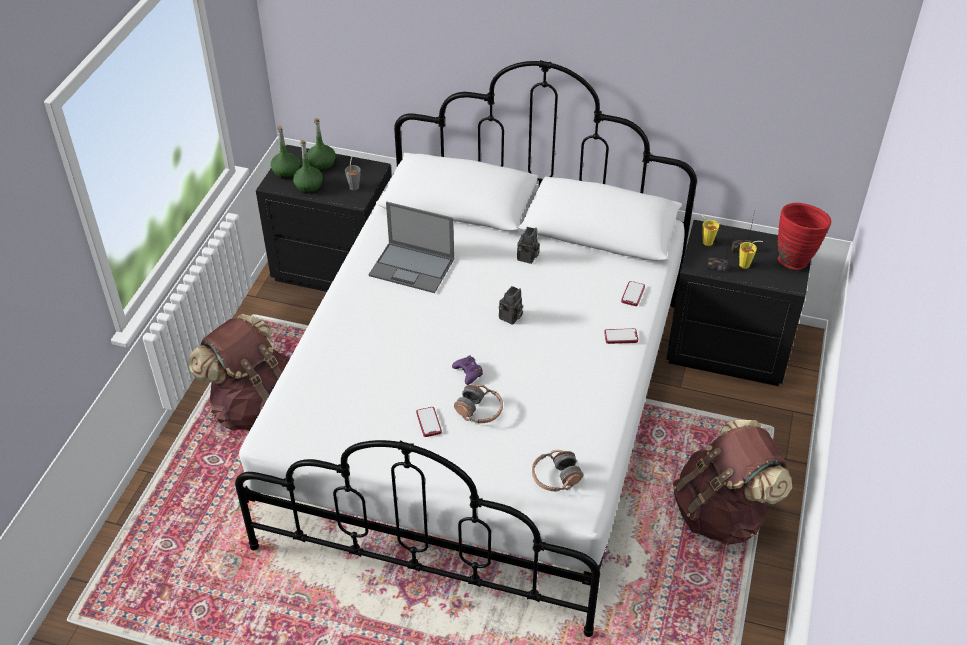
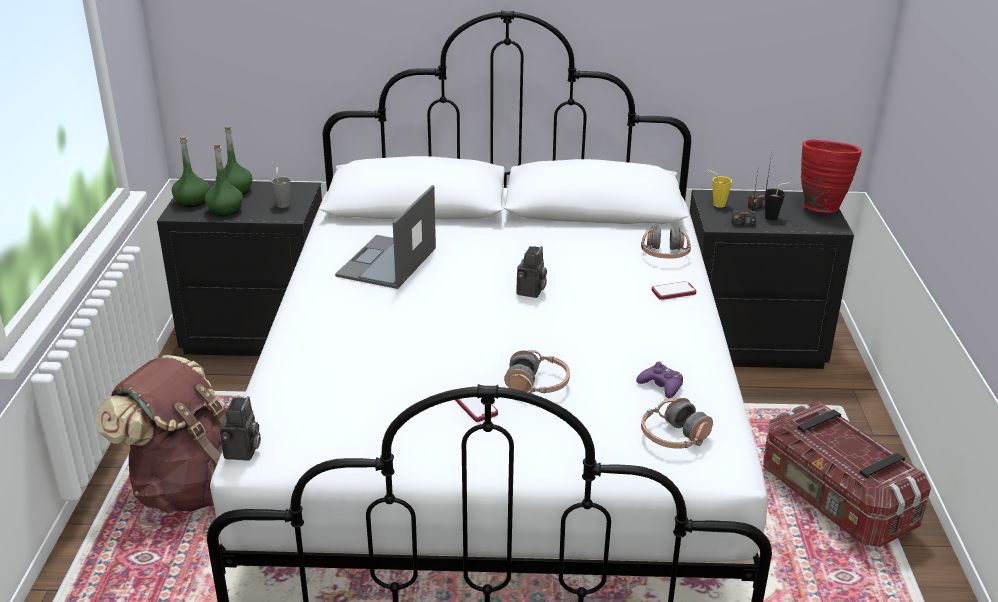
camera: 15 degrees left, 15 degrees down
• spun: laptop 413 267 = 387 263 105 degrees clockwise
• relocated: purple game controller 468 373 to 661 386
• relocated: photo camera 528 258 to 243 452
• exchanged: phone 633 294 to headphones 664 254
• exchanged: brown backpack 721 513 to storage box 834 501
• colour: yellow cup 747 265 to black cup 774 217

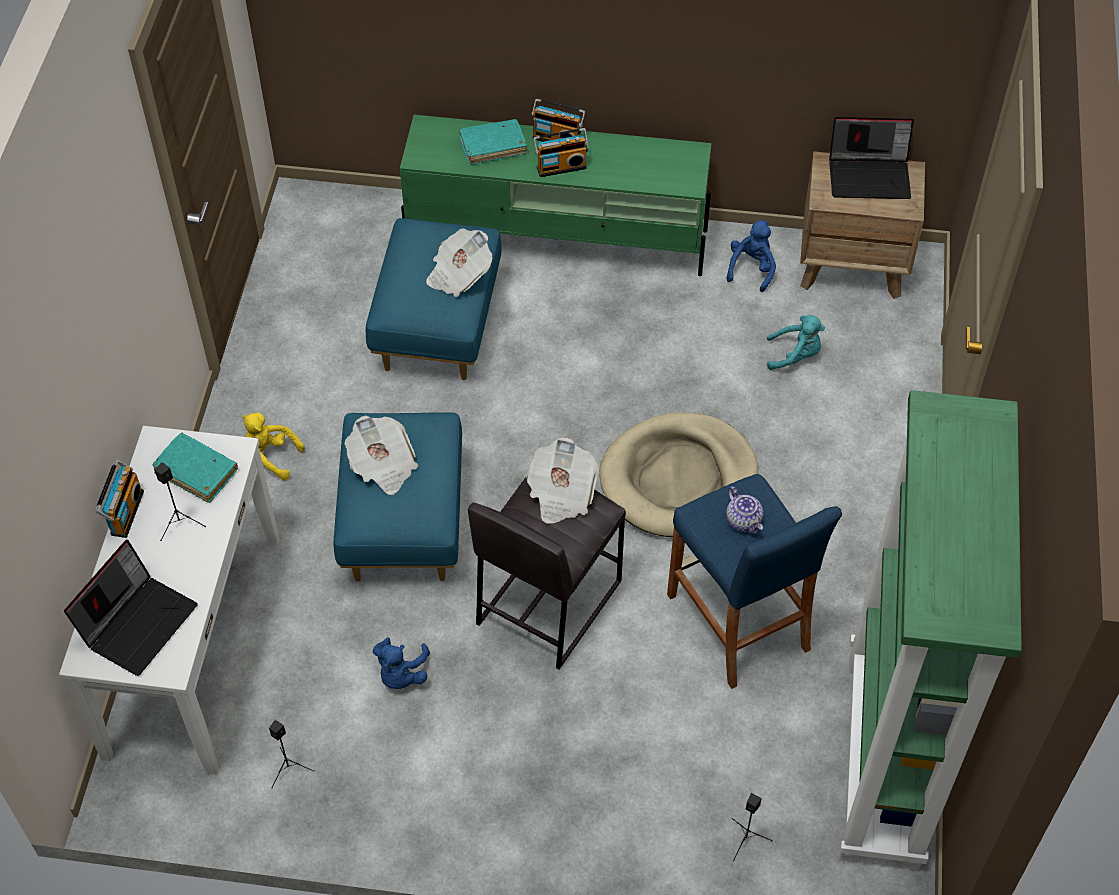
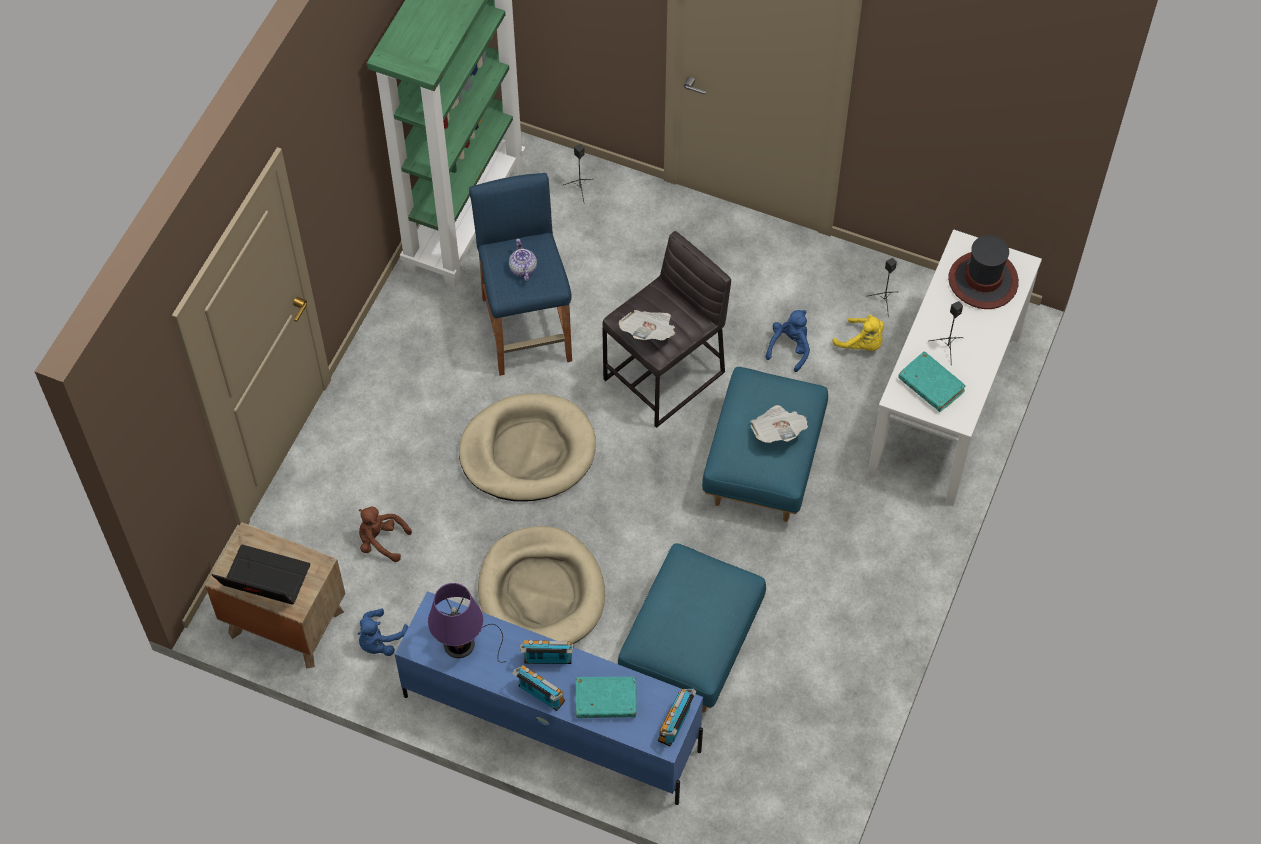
camera: 165 degrees left, 5 degrees up
• exchanged: laptop 138 622 to hat 983 281
• relocated: radio 124 512 to 676 724
• relocated: yellow plush toy 269 458 to 862 344
• colour: green tv stand 558 238 to blue tv stand 550 722
• missing: newspaper 459 274
• colour: turquoise plush toy 795 355 to brown plush toy 381 541
• appeared: purple table lamp 463 643
• appeared: beige dog bed 541 592

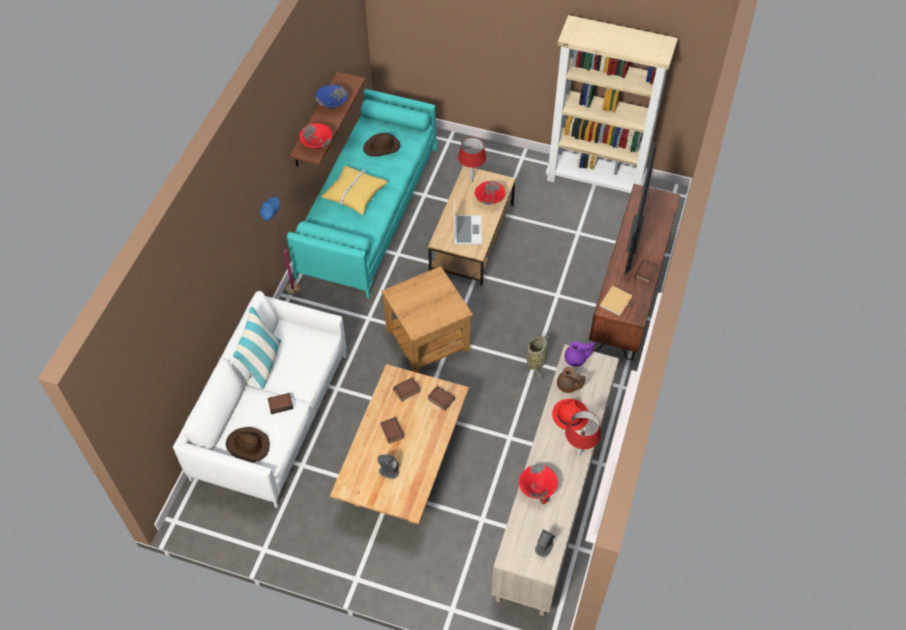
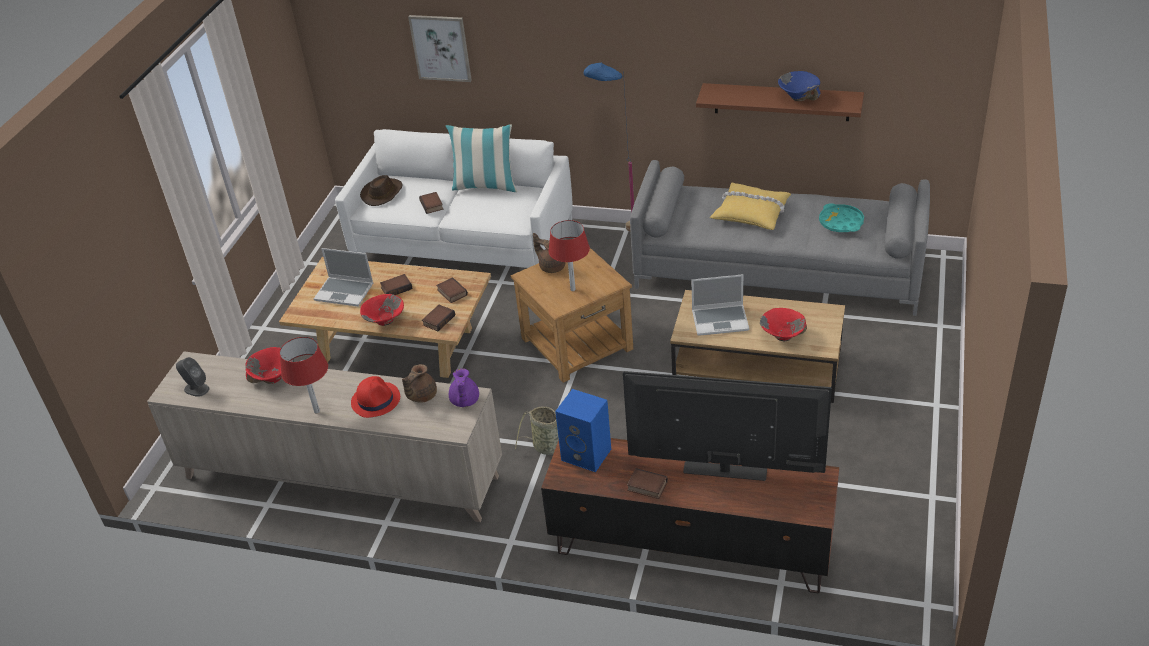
camera: 90 degrees right, 15 degrees down
• colour: turquoise sofa 369 211 to grey sofa 778 270
• relocated: red bowl 316 145 to 385 321
• exchanged: brown hat 382 147 to turquoise tray 841 222
• exchanged: grey speaker 388 471 to laptop 345 292
• relocated: red table lamp 471 180 to 573 289
• missing: beige bookcase 596 180
• exchanged: beige book 616 301 to blue speaker 587 454
• appeared: picture 441 48
• appeared: brown teapot 551 266

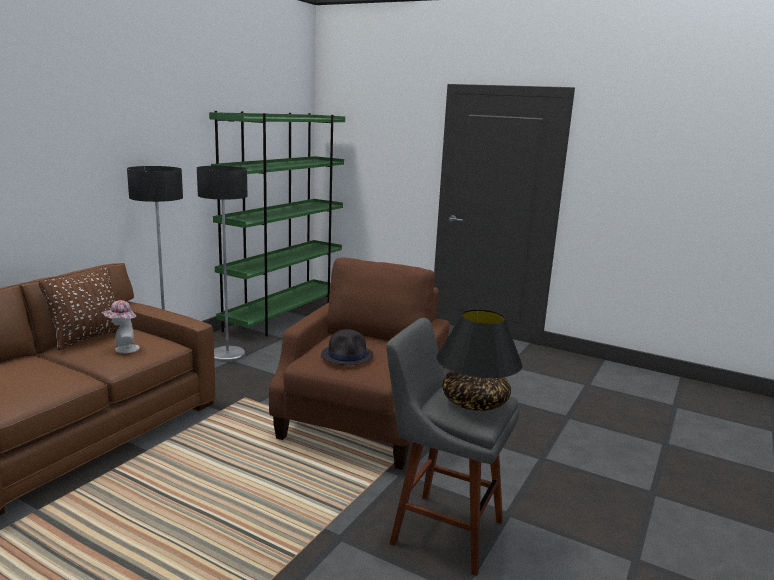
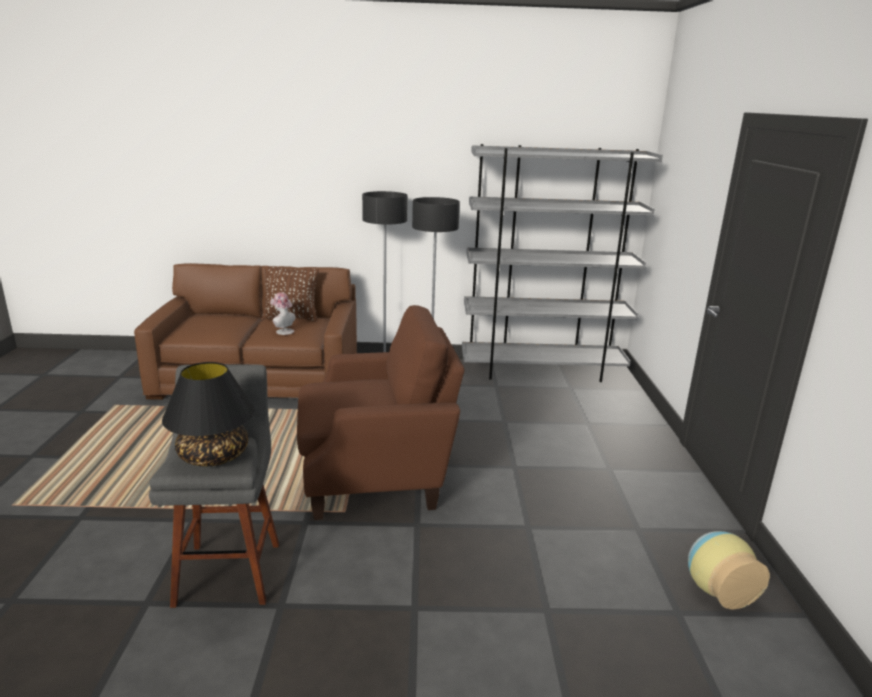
camera: 60 degrees right, 5 degrees up
• colour: green bookcase 284 317 to grey bookcase 542 371
• missing: black hat 347 355
• appeared: vase 717 590

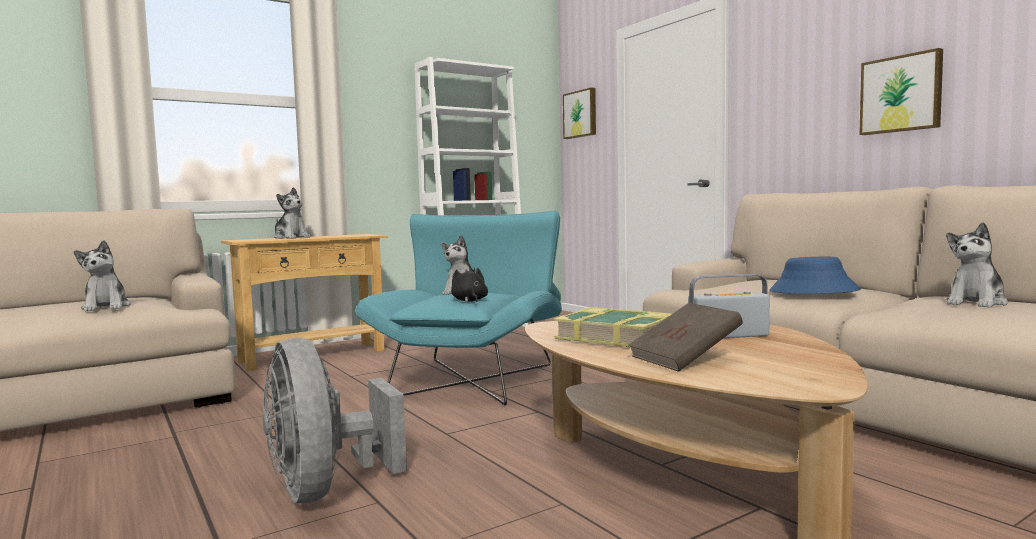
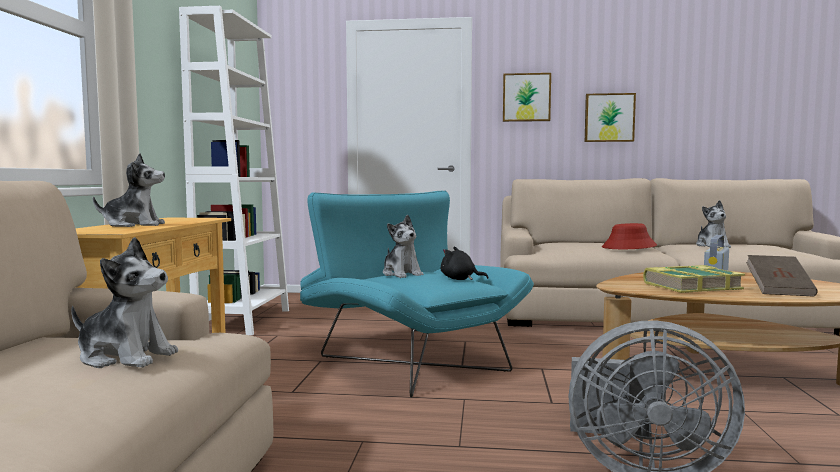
camera: 50 degrees left, 0 degrees up
• relocated: picture 581 114 to 526 97
• colour: blue hat 813 291 to red hat 629 247

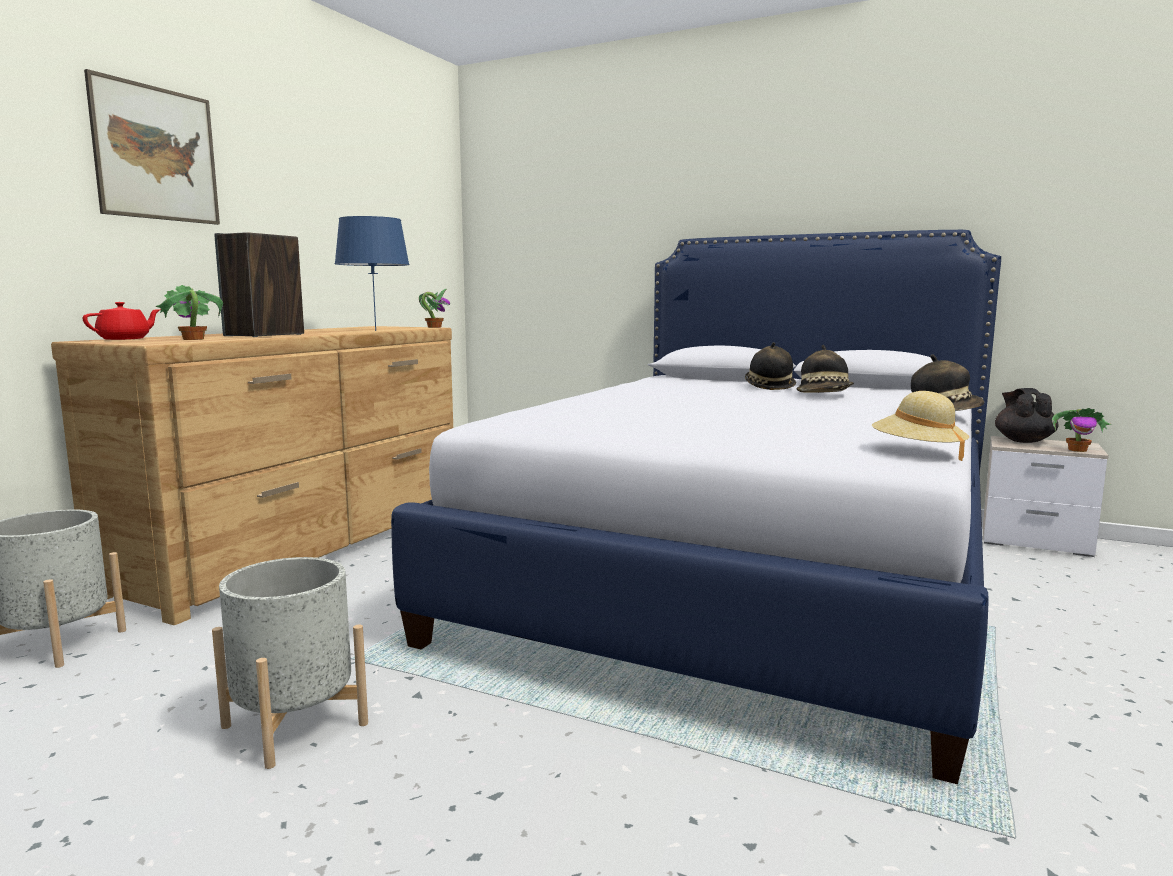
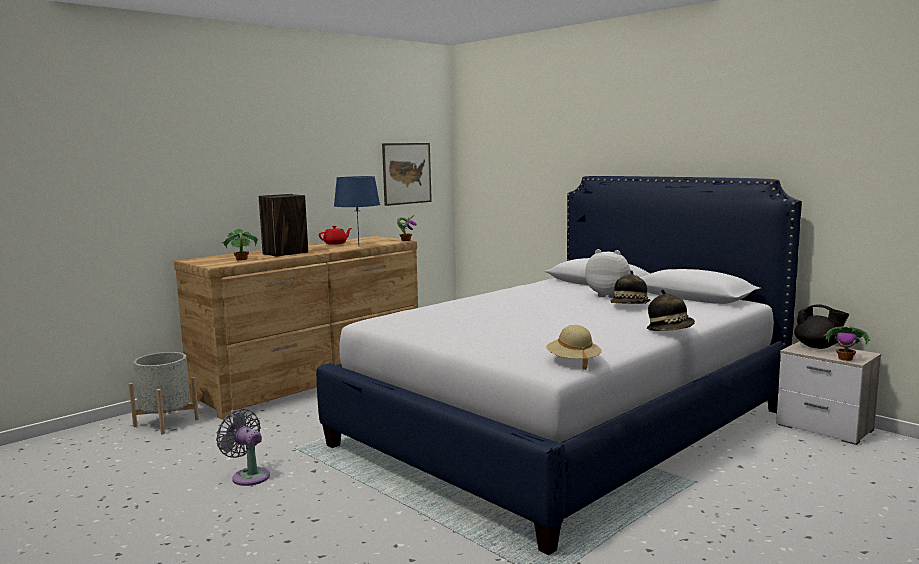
camera: 20 degrees right, 0 degrees up
• relocated: red teapot 125 339 to 335 243
• relocated: picture 156 154 to 407 173
• exchanged: grey planter 295 725 to grey fan 248 476
• exchanged: hat 769 387 to plush toy 609 295
• spun: black teapot 1023 441 = 818 347 105 degrees clockwise

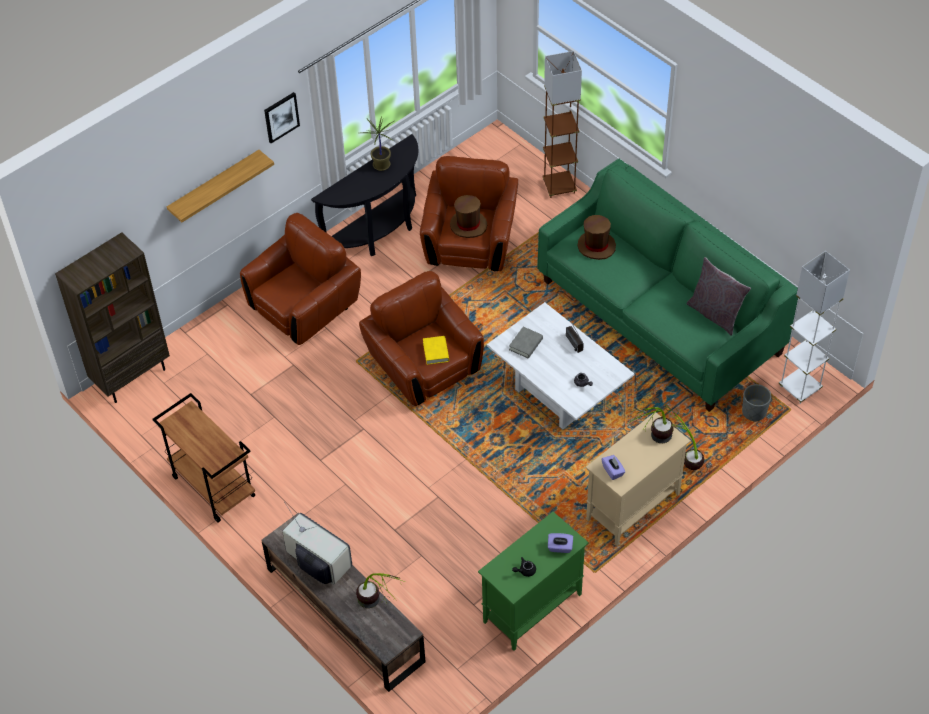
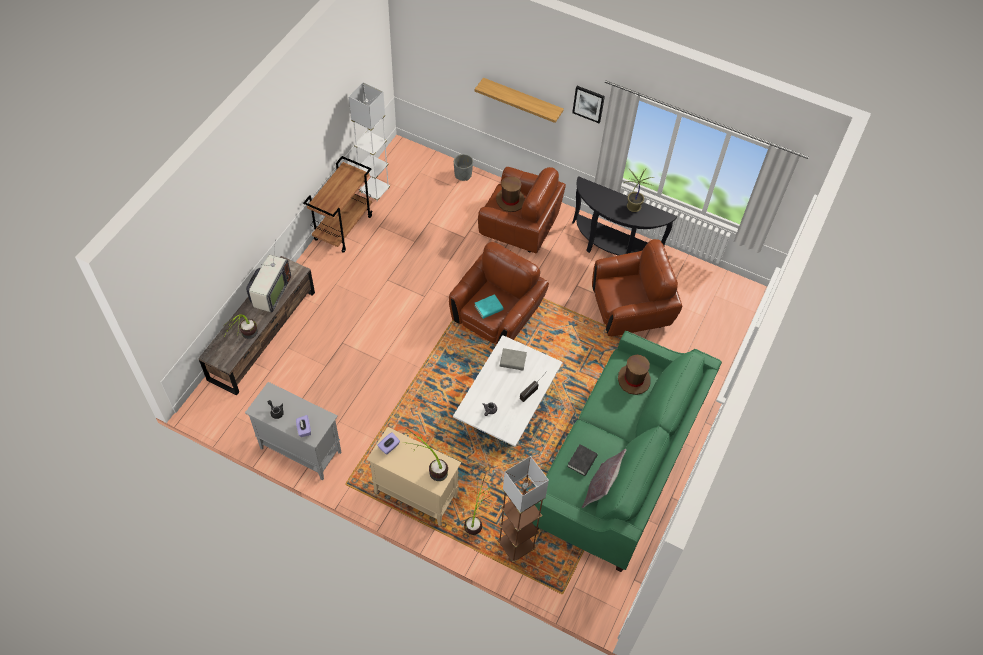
camera: 65 degrees right, 5 degrees up
• missing: brown bookcase 132 377
• colour: yellow book 436 352 to turquoise book 488 308
• relocated: brown hat 468 225 to 510 200
• colour: green cabinet 532 609 to grey cabinet 300 450
• relocated: brown floor lamp 559 187 to 516 545
• relocated: grey planter 754 412 to 463 175
• relocated: white floor lamp 800 388 to 374 191
• appeared: black book 582 461

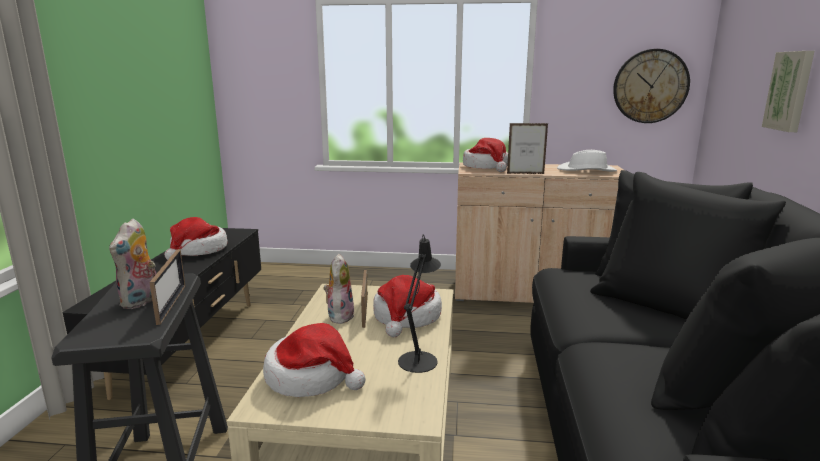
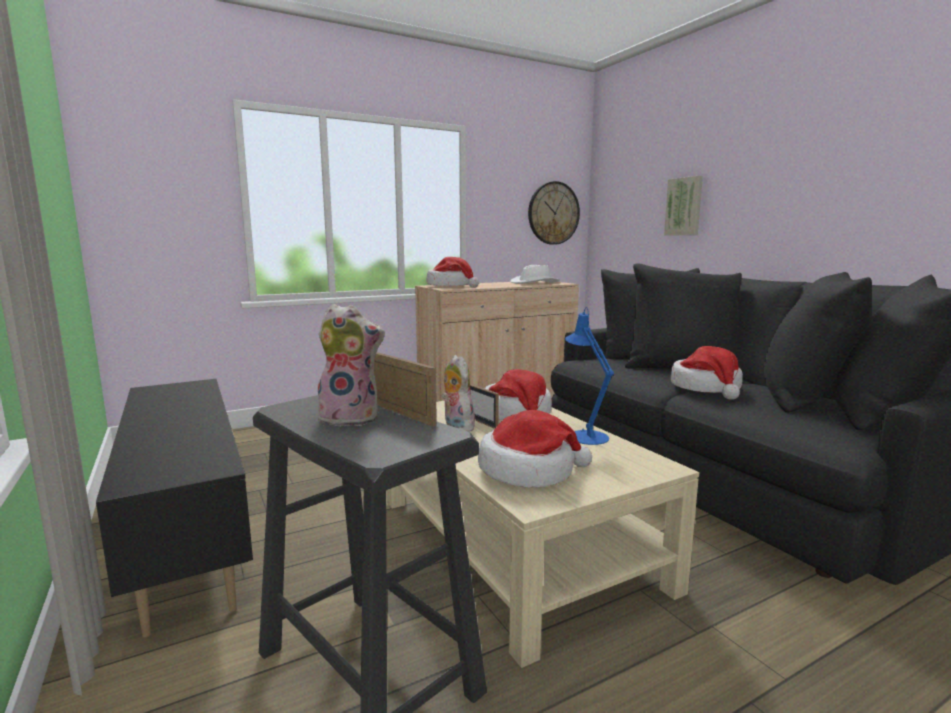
camera: 35 degrees left, 5 degrees down
• spun: plush toy 142 301 = 352 418 60 degrees counterclockwise
• relocated: hat 198 250 to 706 388
• colour: black table lamp 419 358 to blue table lamp 585 435
• missing: picture frame 525 174

